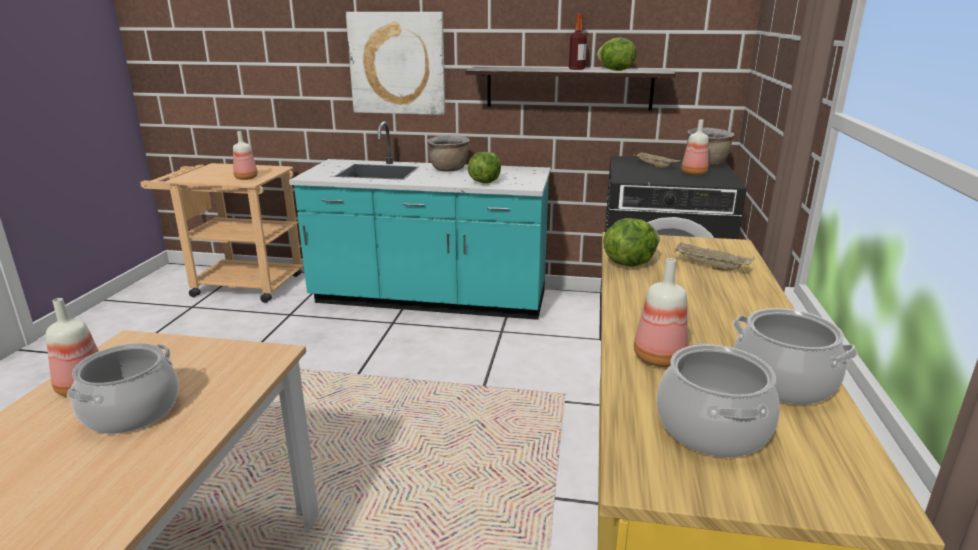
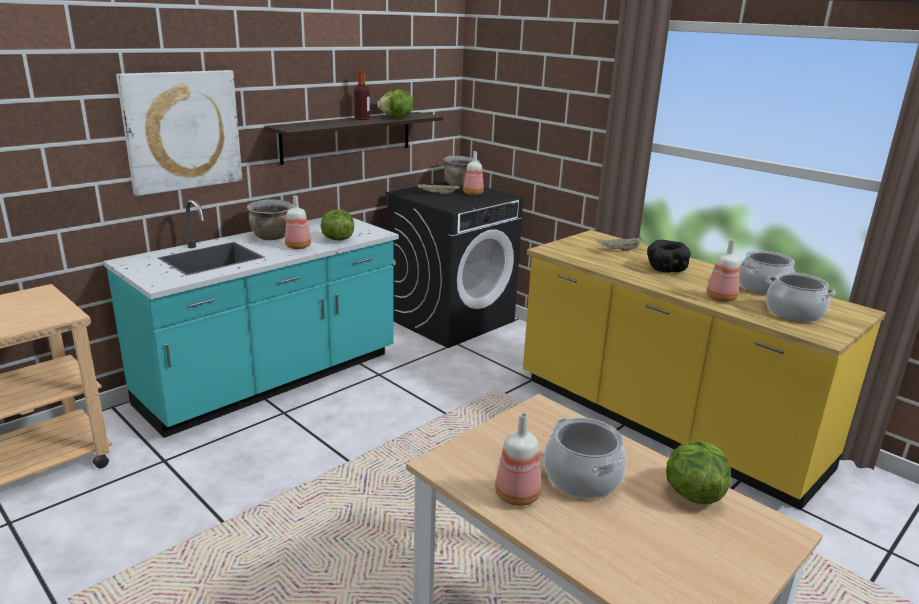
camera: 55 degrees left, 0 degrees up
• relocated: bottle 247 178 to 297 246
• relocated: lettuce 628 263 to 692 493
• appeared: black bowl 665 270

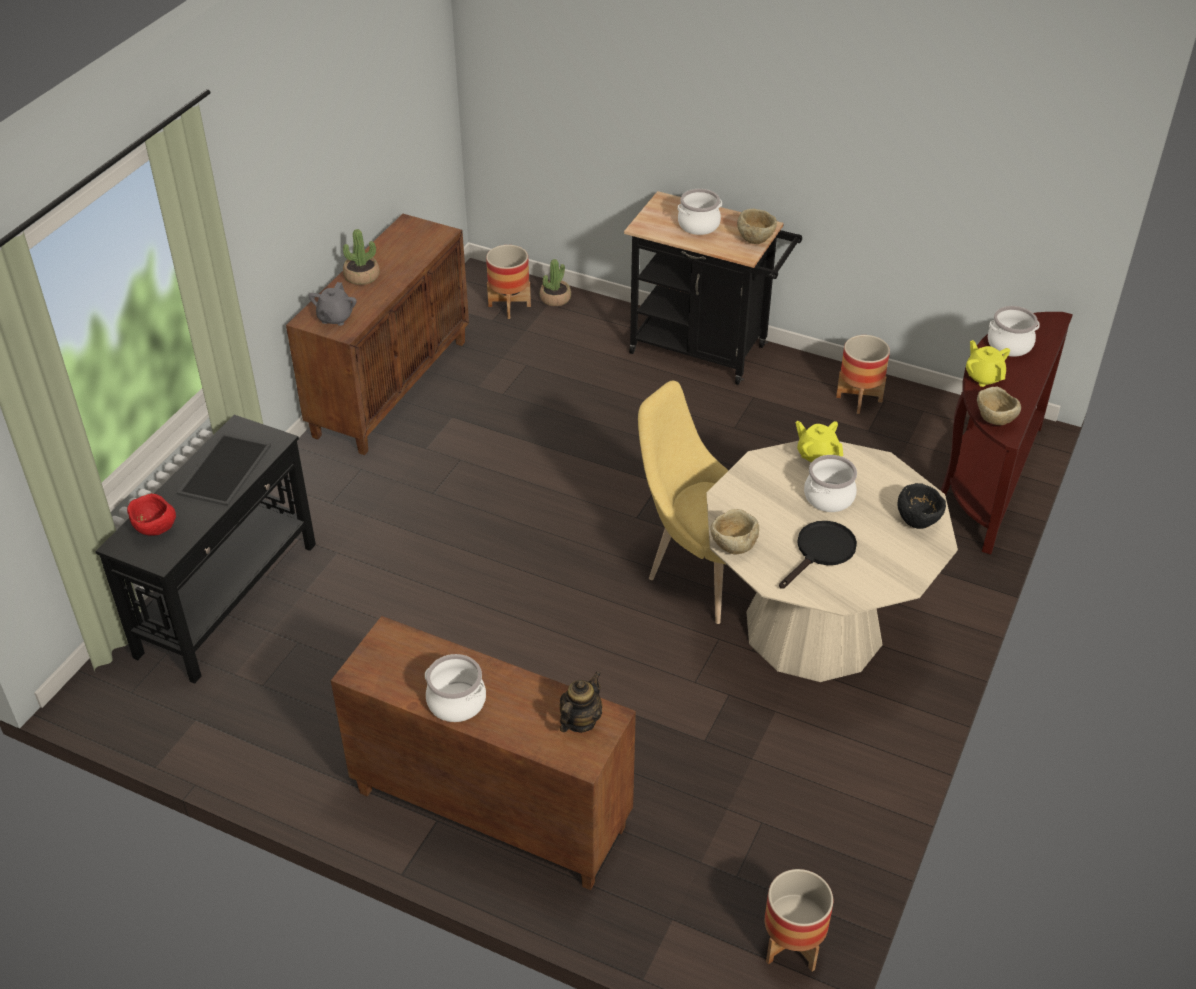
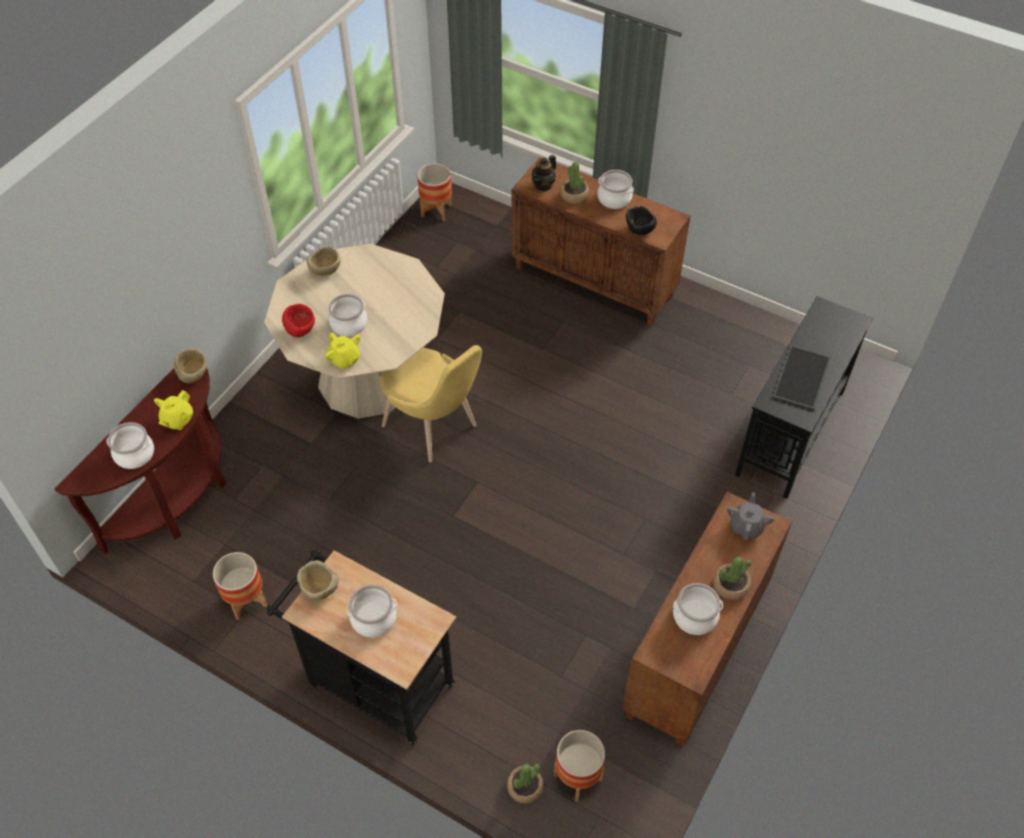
camera: 175 degrees left, 10 degrees up
• relocated: red bowl 155 529 to 301 330
• relocated: beige bowl 733 546 to 325 272
• missing: black frying pan 821 552
• relocated: black bowl 918 520 to 639 231
• spun: yellow teapot 983 377 = 177 420 45 degrees clockwise
• appeared: potted plant 574 196
• appeared: cooking pot 695 617

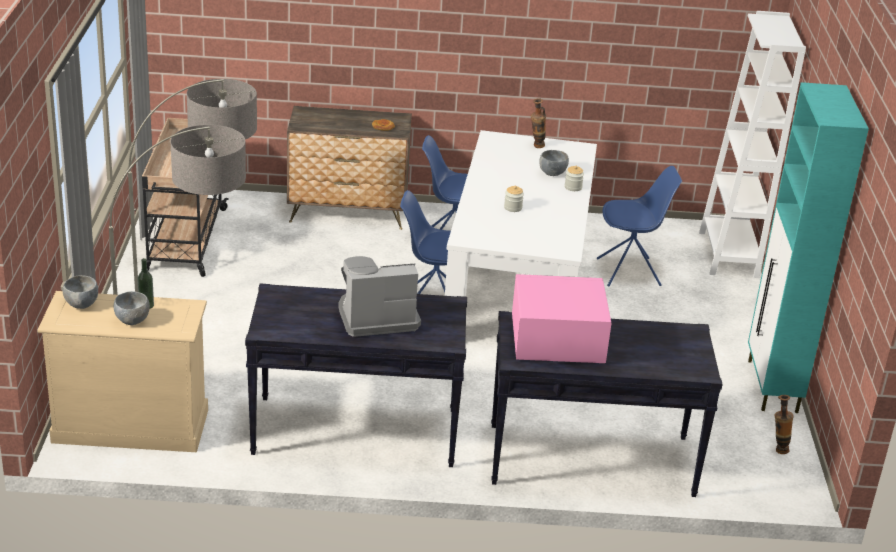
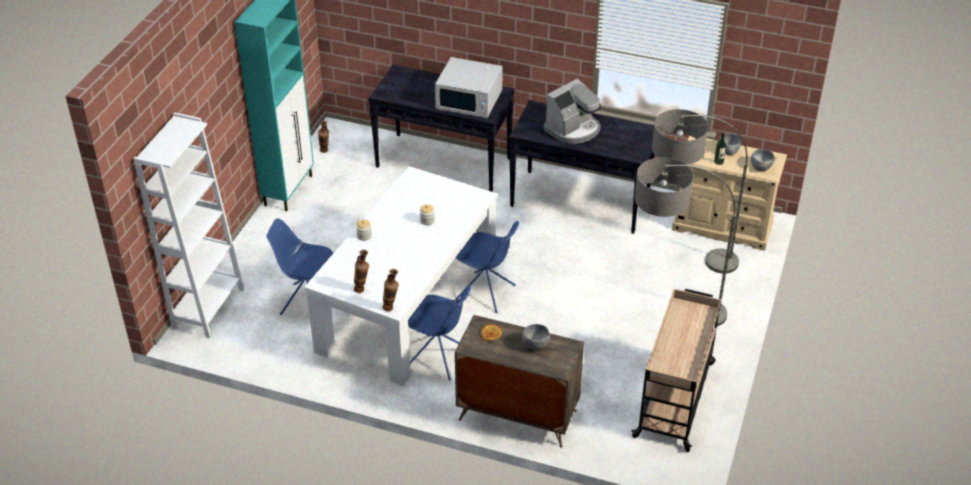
camera: 160 degrees left, 10 degrees up
• spun: coffee machine 376 317 = 573 129 45 degrees counterclockwise
• colour: pink microwave 556 339 to white microwave 469 100
• relocated: grey bowl 552 173 to 536 345
• appeared: vase 391 308

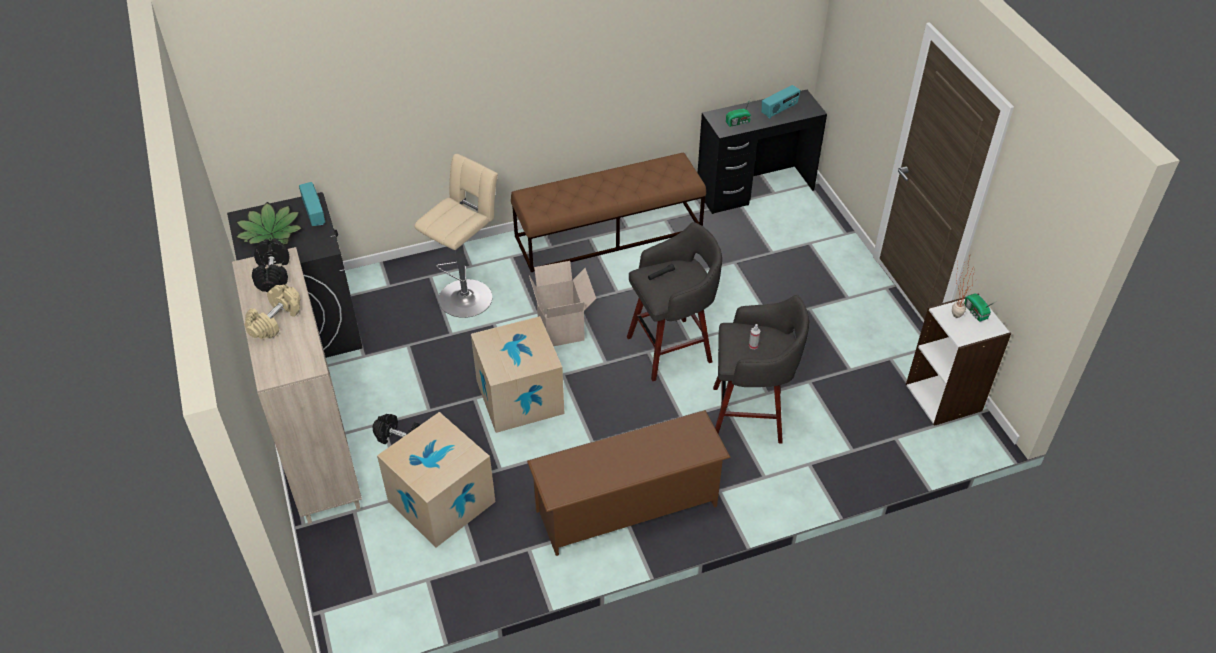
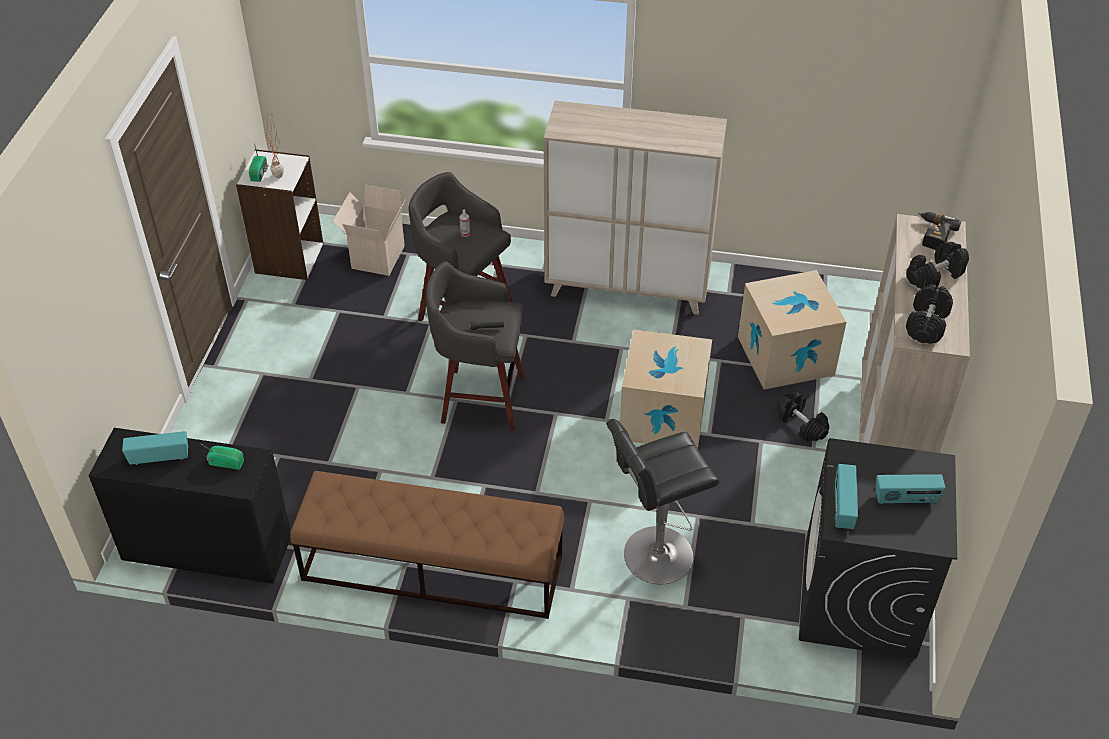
camera: 150 degrees left, 0 degrees up
• exchanged: potted plant 271 234 to radio 905 499
• colour: beige dumbbell 275 321 to black dumbbell 934 275
• colour: beige stool 468 295 to black stool 653 557
• exchanged: brown shoe rack 627 508 to beige cabinet 628 288
• relocated: cardboard box 562 328 to 376 256
• appeared: power drill 932 234

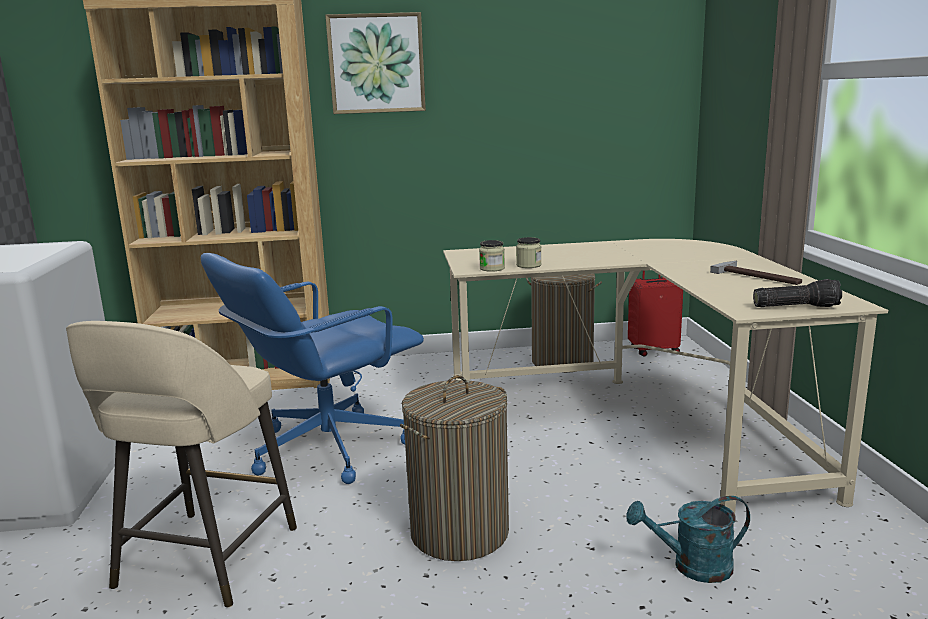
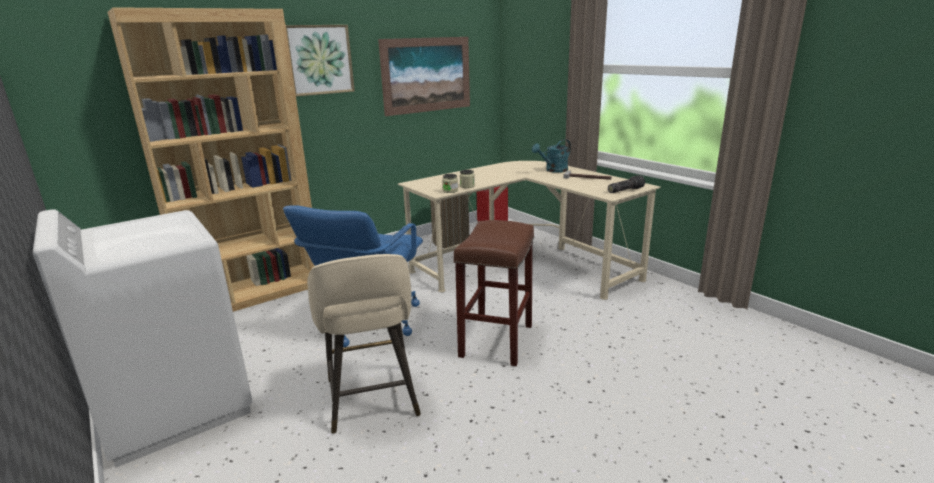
camera: 30 degrees left, 5 degrees up
• exchanged: laundry basket 459 533 to brown stool 497 341
• relocated: turquoise watering can 692 567 to 553 170
• appeared: picture 427 75

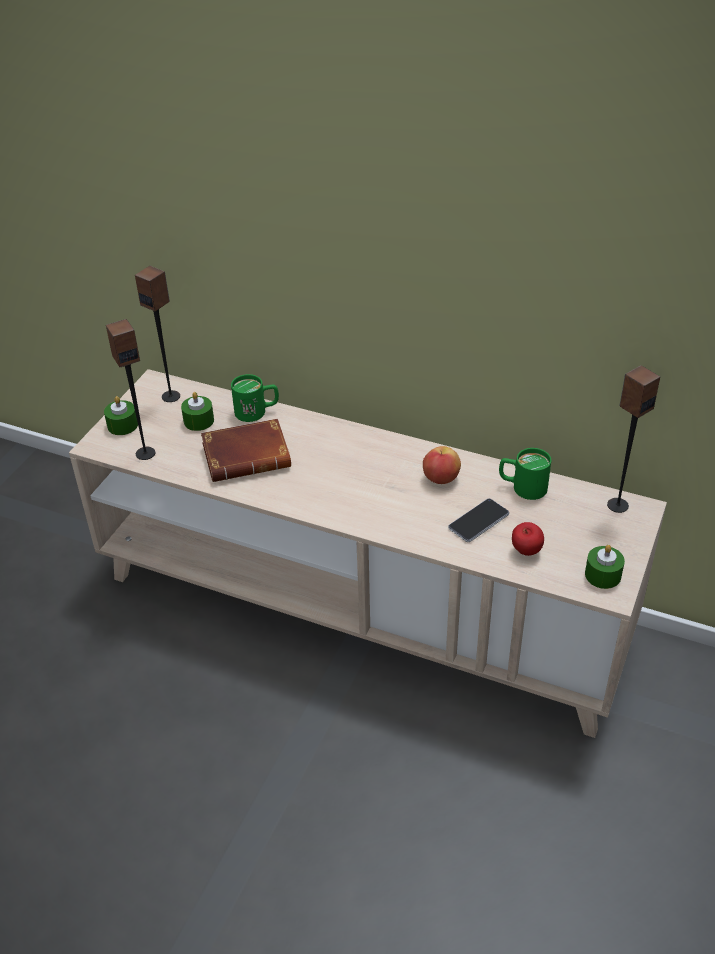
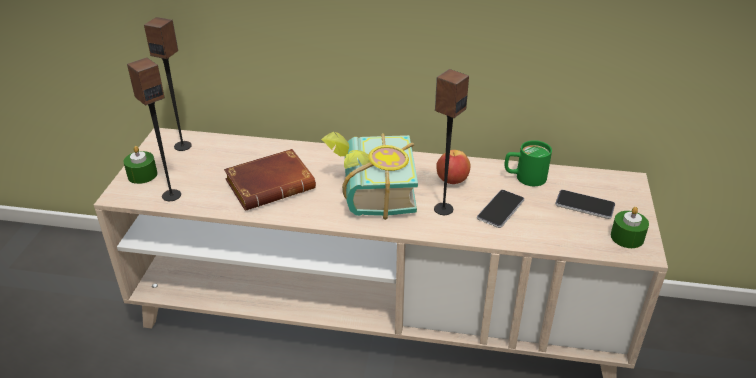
camera: 15 degrees left, 5 degrees down
• missing: green candle 199 421
• missing: green mug 257 411
• missing: apple 525 552
• relocated: speaker 617 505 to 443 209
• appeared: book 369 193
• appeared: phone 584 205

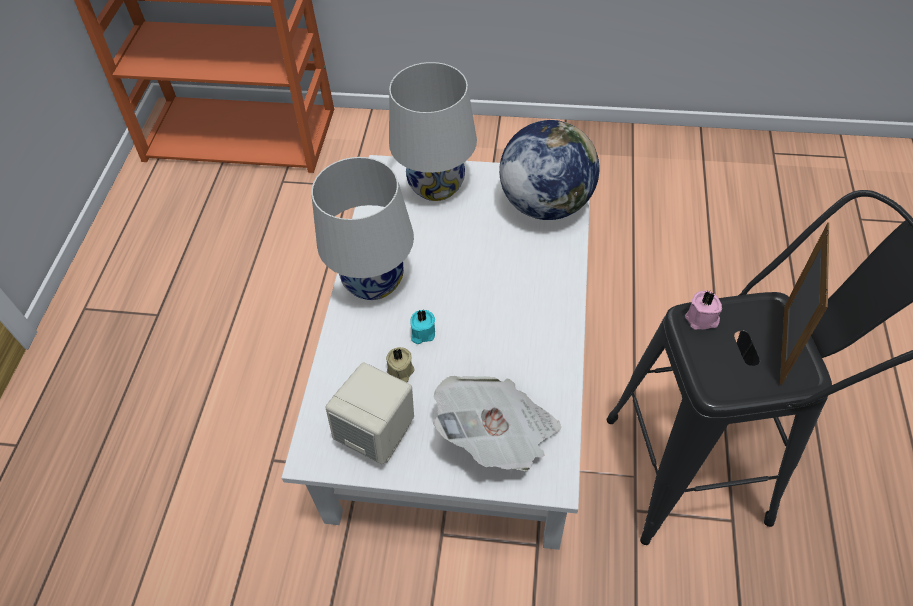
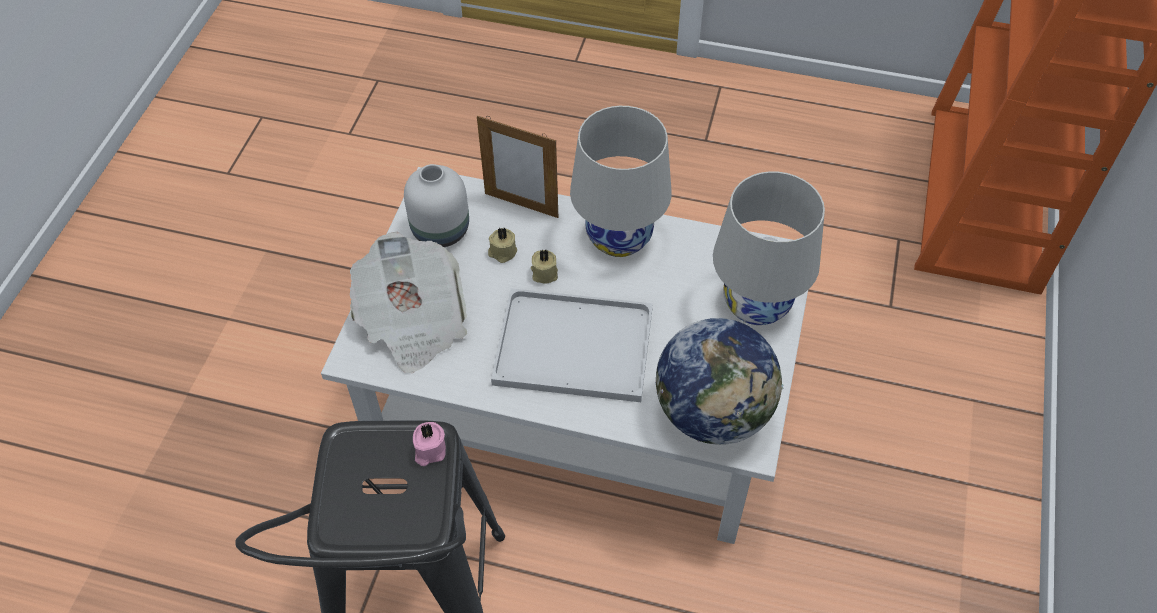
camera: 95 degrees right, 0 degrees up
• exchanged: beige speaker 378 433 to white vase 441 232
• colour: turquoise candle 422 333 to beige candle 544 273
• relocated: picture frame 782 344 to 521 205
• appeared: white tray 570 347

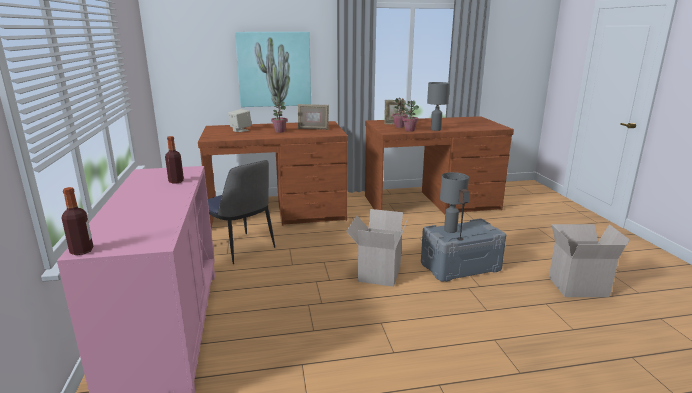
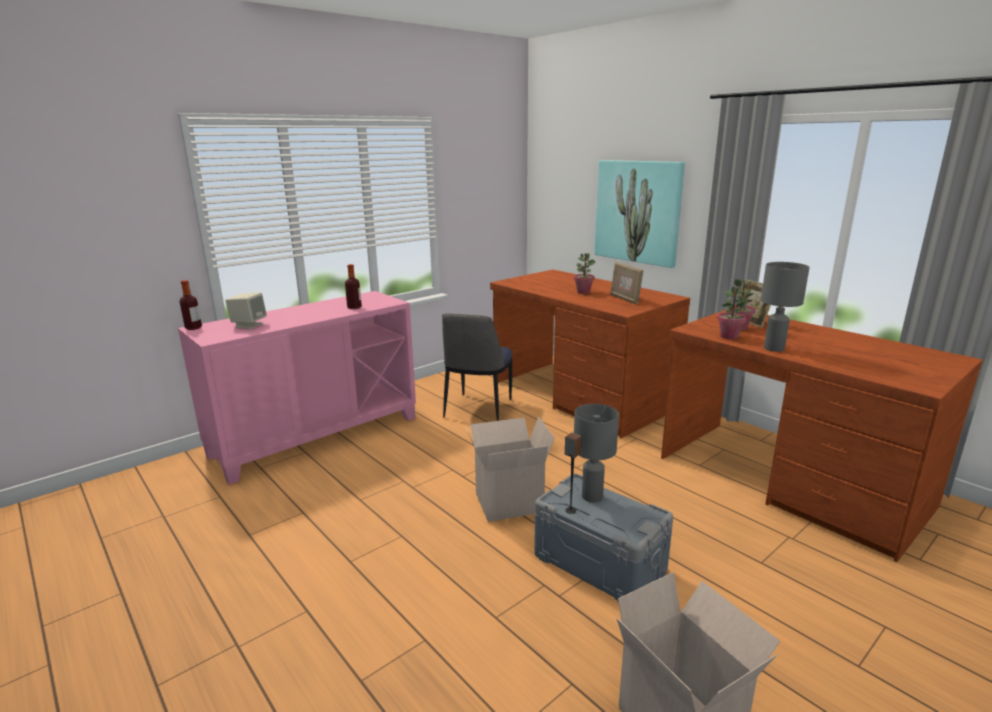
camera: 60 degrees right, 0 degrees up
• relocated: beige speaker 240 130 to 249 325

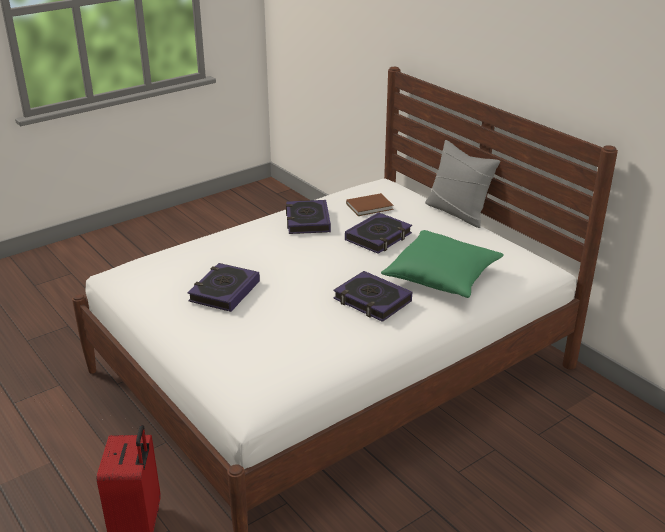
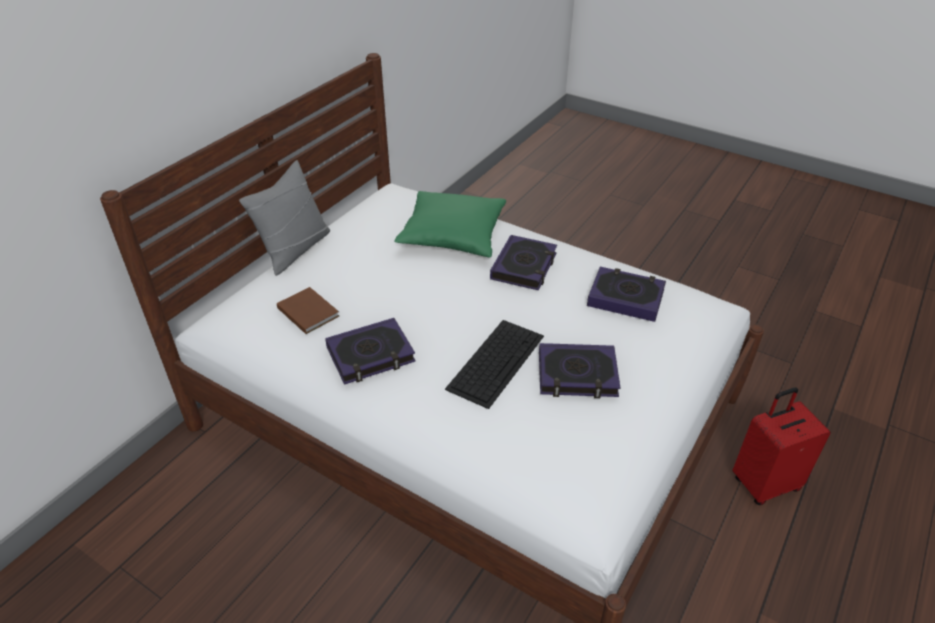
camera: 110 degrees left, 10 degrees up
• relocated: book 378 237 to 625 298
• appeared: keyboard 496 361

